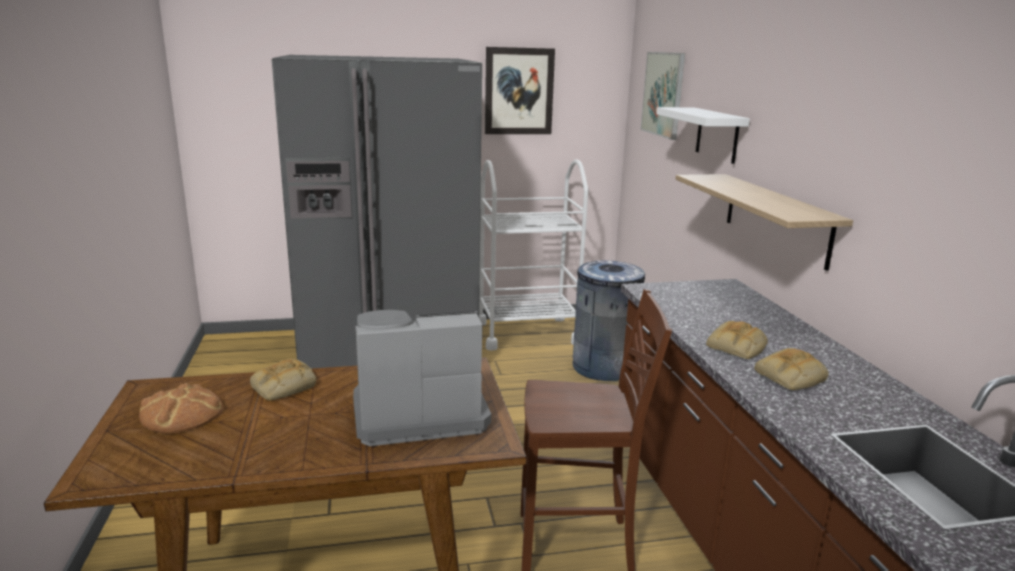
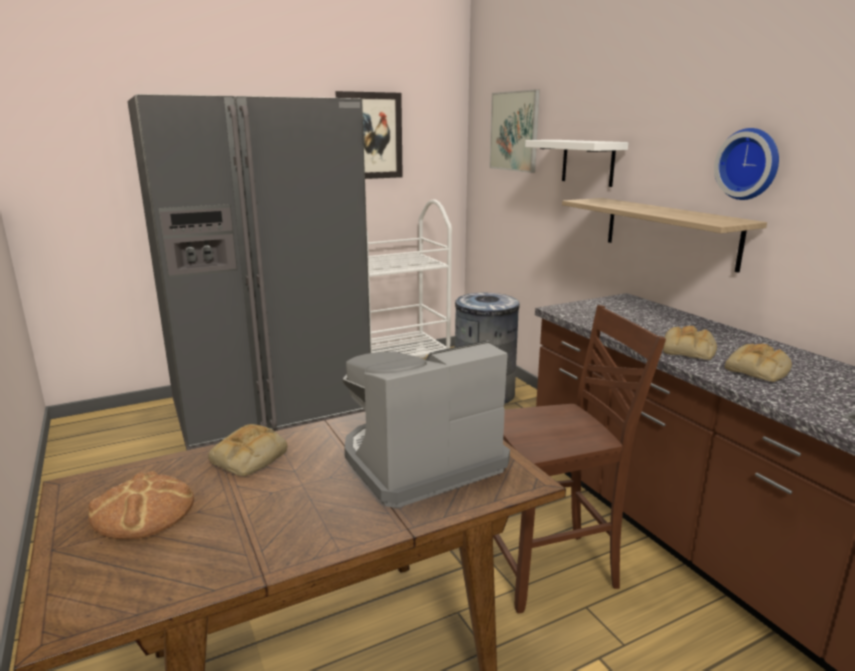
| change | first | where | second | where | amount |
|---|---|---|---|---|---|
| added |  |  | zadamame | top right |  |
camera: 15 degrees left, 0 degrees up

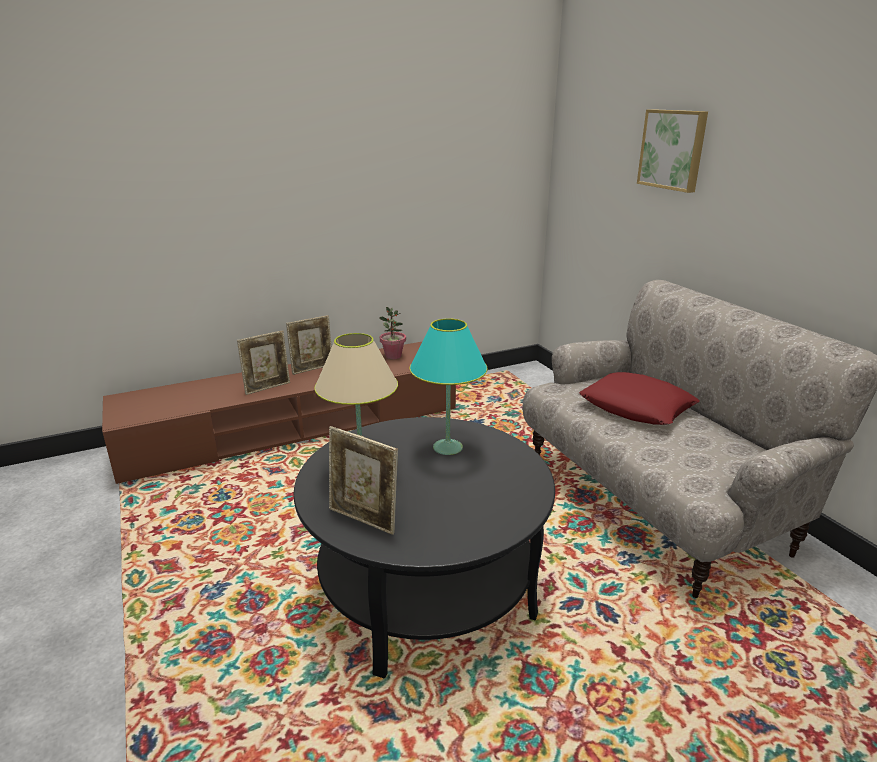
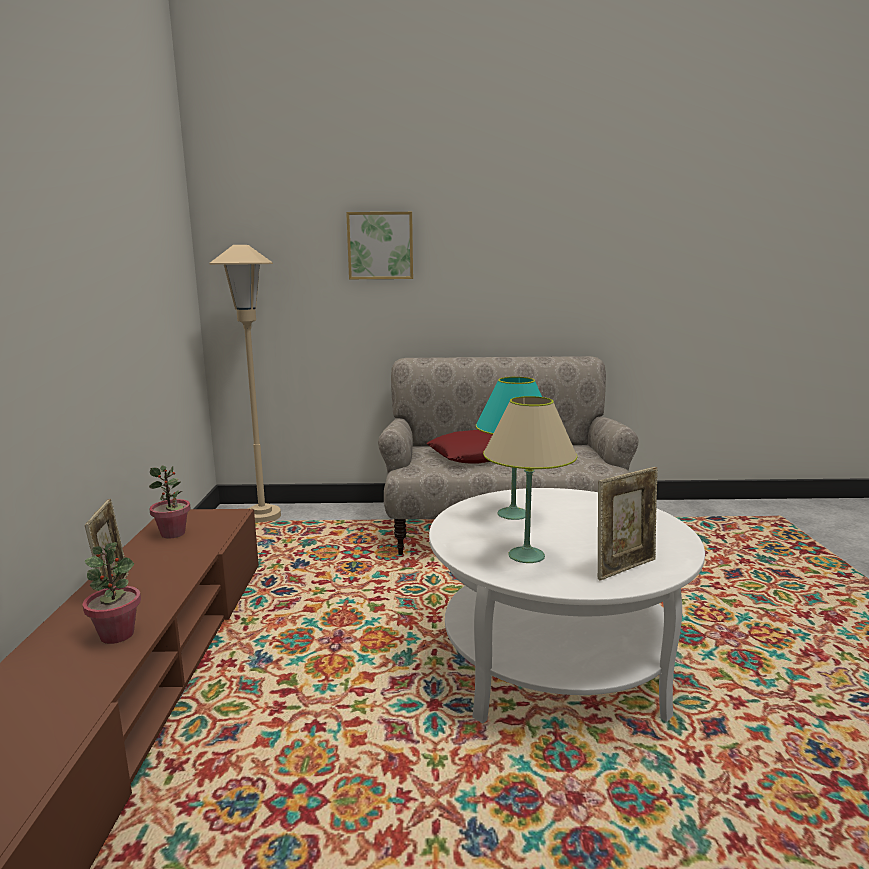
| change | first | where | second | where | amount |
|---|---|---|---|---|---|
| added |  |  | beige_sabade | middle left |  |
| replaced | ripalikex (1st from left) | middle left | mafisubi (1st from left) | bottom left |  |
| recoloured | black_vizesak | bottom centre | white_vizesak | bottom centre |  |
camera: 65 degrees left, 10 degrees down

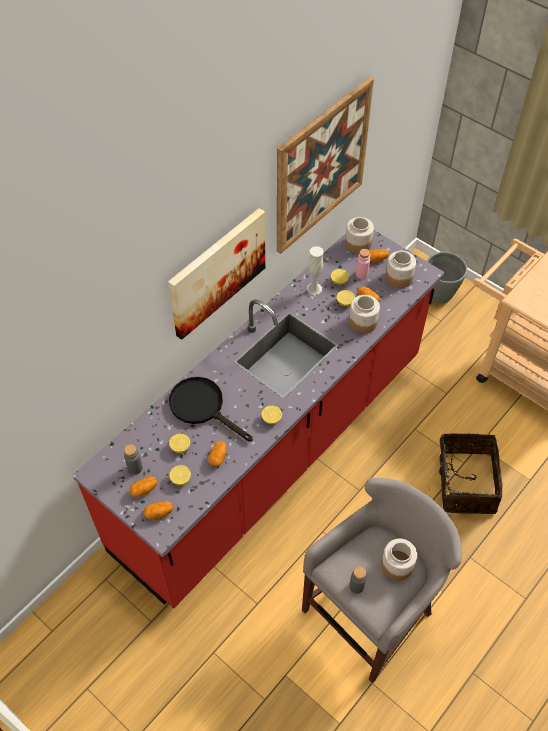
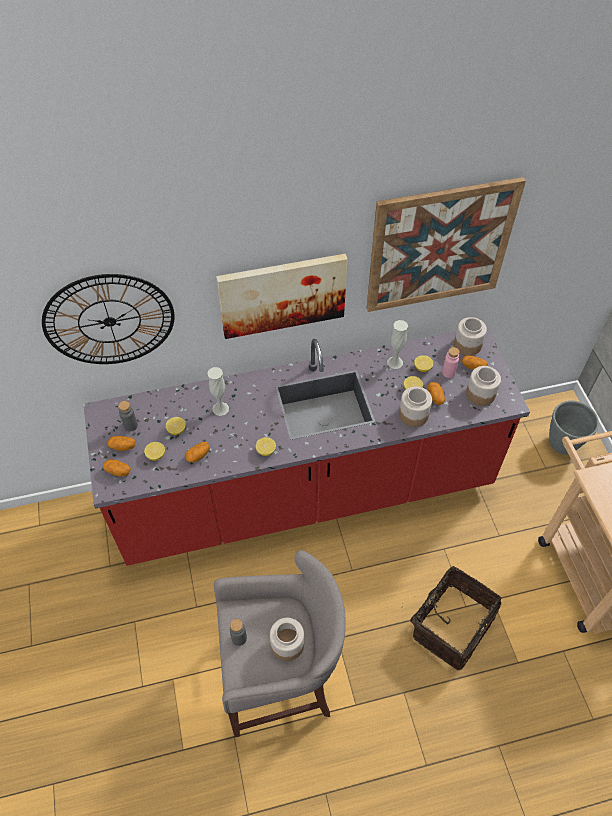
| change | first | where | second | where | amount |
|---|---|---|---|---|---|
| added |  |  | zadamame | middle left |  |
| replaced | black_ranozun | centre | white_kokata (1st from left) | centre |  |
camera: 35 degrees right, 0 degrees up

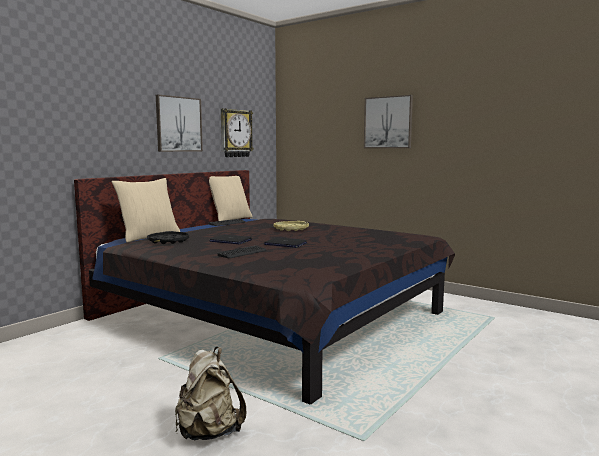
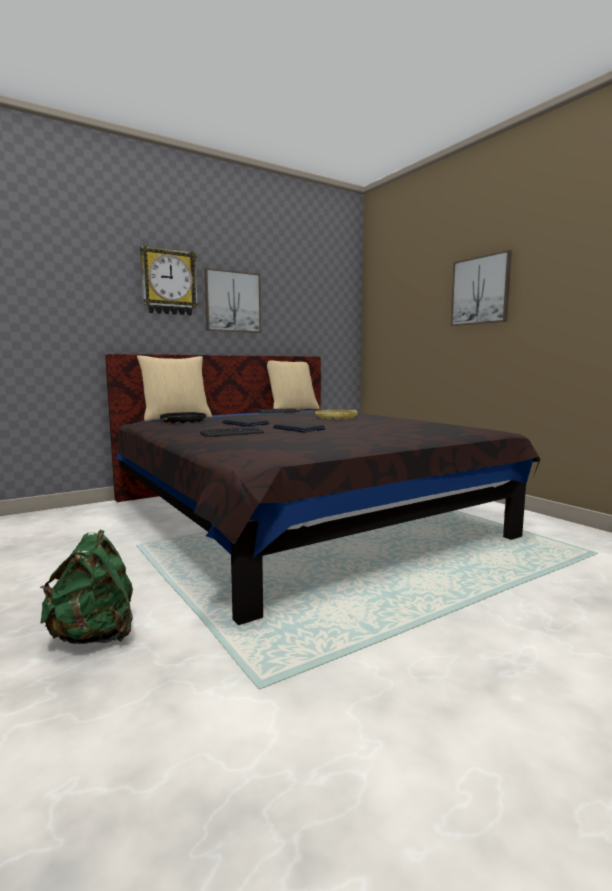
| change | first | where | second | where | amount |
|---|---|---|---|---|---|
| moved | zadamame | top centre |  | top left |  |
| recoloured | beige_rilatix | bottom centre | green_rilatix | middle left |  |
camera: 20 degrees right, 0 degrees up

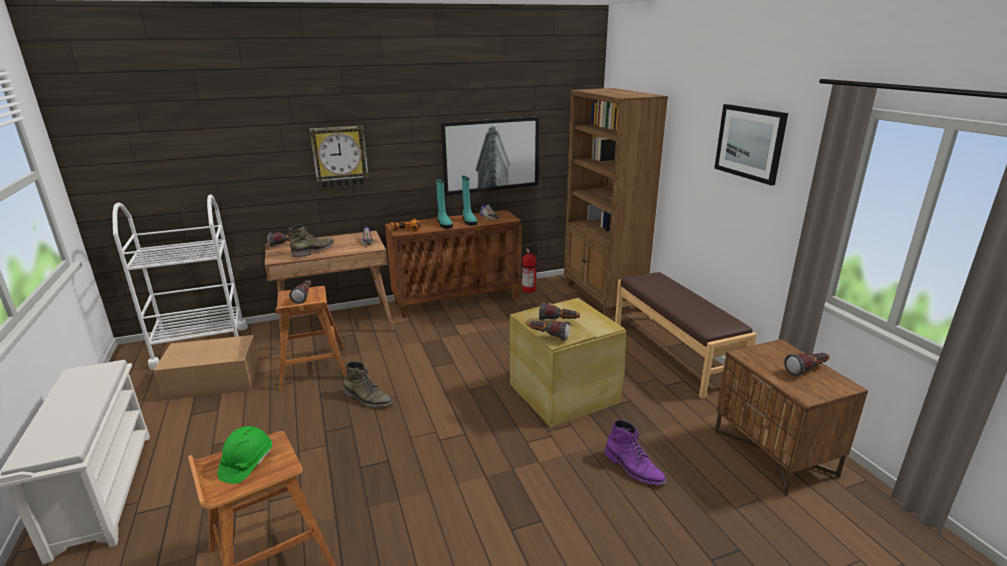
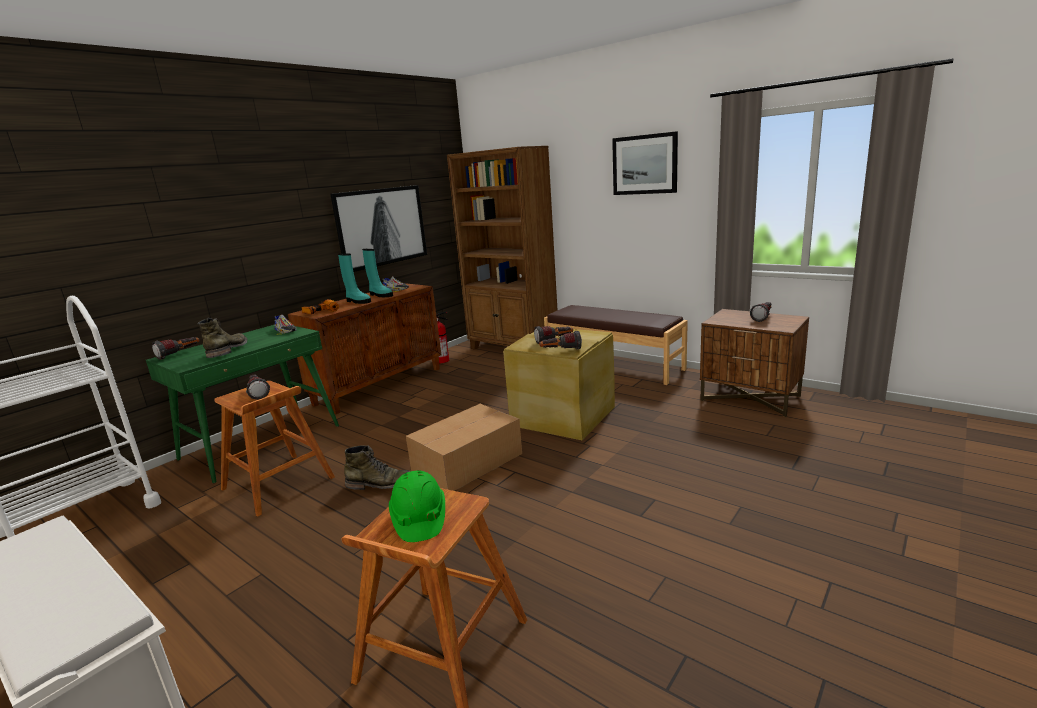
| change | first | where | second | where | amount |
|---|---|---|---|---|---|
| removed | zadamame | top centre |  |  |  |
| removed | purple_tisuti | bottom centre |  |  |  |
| moved | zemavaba | middle left |  | centre |  |
| recoloured | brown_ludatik | middle left | green_ludatik | middle left |  |
camera: 30 degrees left, 5 degrees down

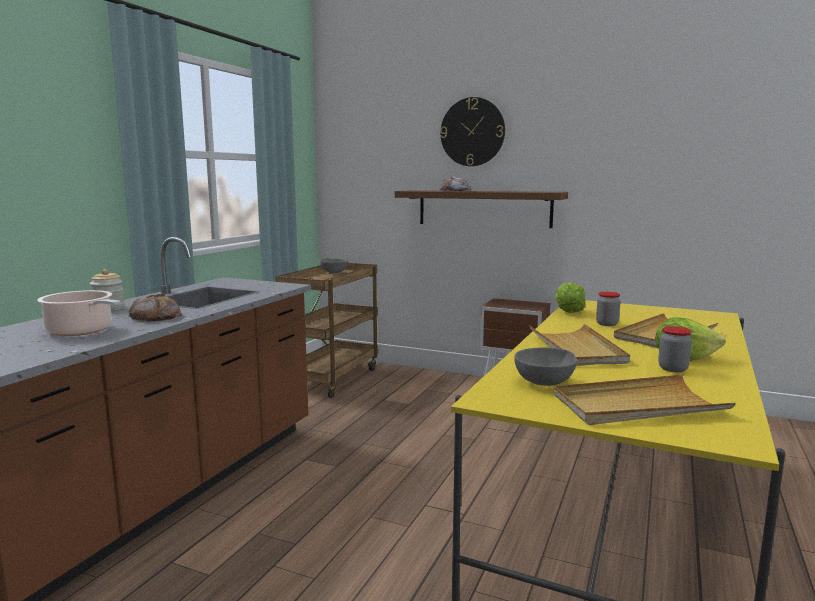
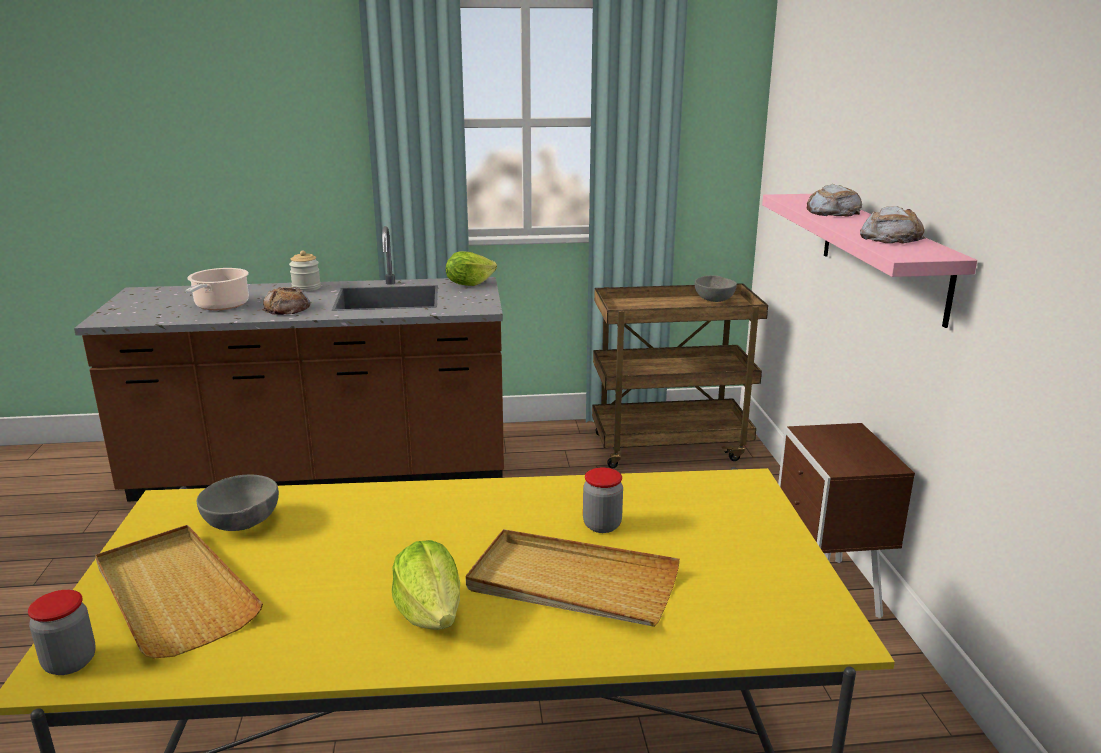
| change | first | where | second | where | amount |
|---|---|---|---|---|---|
| removed | zadamame | top centre |  |  |  |
| removed | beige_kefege (1st from left) | middle right |  |  |  |
| added |  |  | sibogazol (3rd from left) | top right |  |
| moved | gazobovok (1st from left in the first image) | middle right | gazobovok (2nd from left) | centre |  |
| moved | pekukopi (3rd from left in the first image) | middle right | pekukopi (1st from left) | bottom left |  |
| recoloured | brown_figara | centre | pink_figara | middle right |  |
camera: 60 degrees right, 10 degrees up

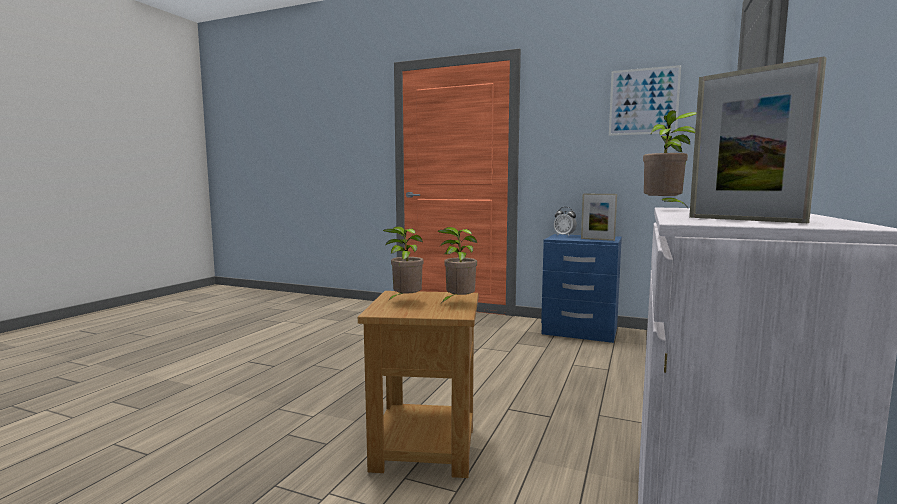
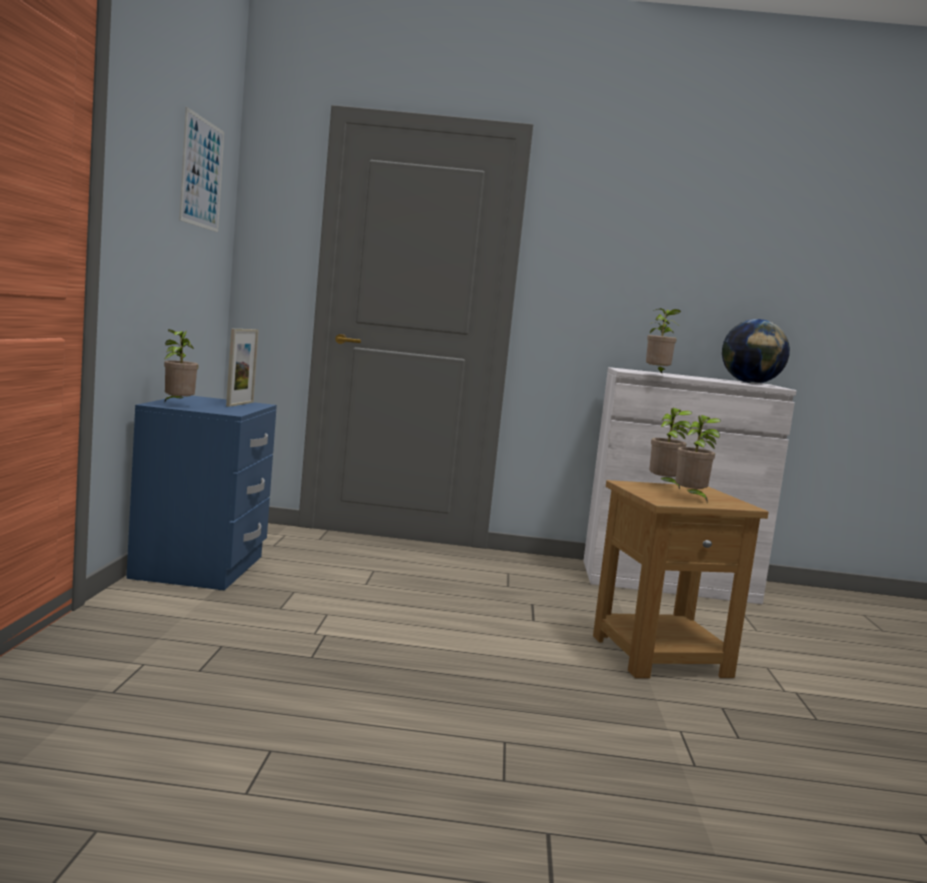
| change | first | where | second | where | amount |
|---|---|---|---|---|---|
| replaced | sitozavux | centre | mafisubi (1st from left) | middle left |  |
| replaced | ripalikex (2nd from left) | top right | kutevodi | middle right |  |
camera: 110 degrees left, 0 degrees up

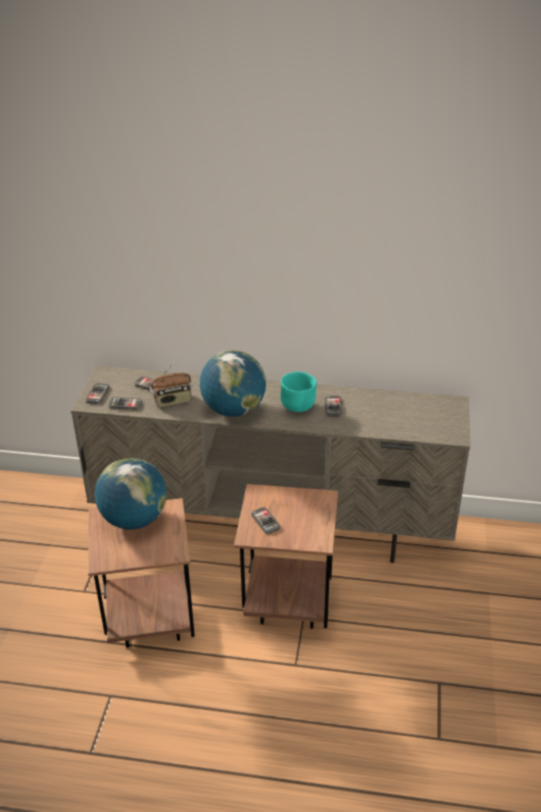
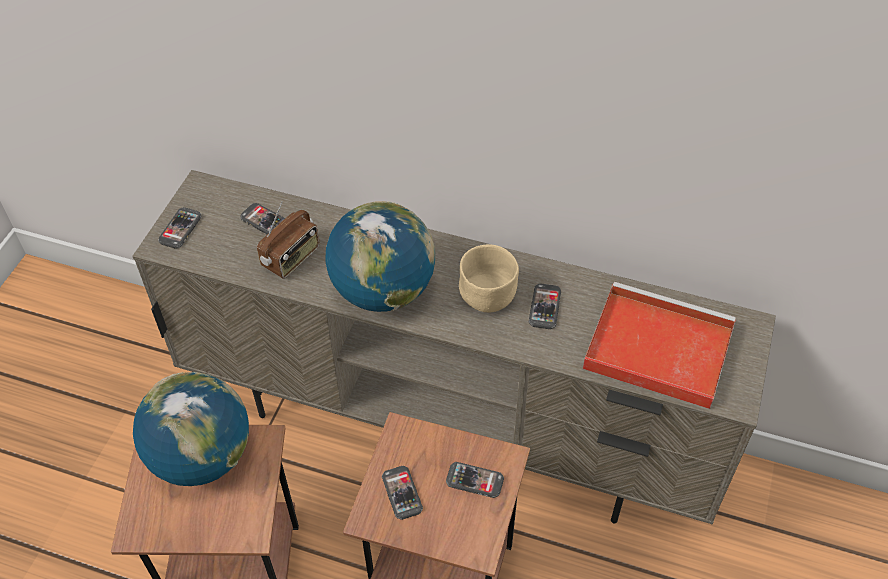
| change | first | where | second | where | amount |
|---|---|---|---|---|---|
| added |  |  | red_kefege | middle right |  |
| moved | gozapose (2nd from left in the first image) | middle left | gozapose (4th from left) | bottom centre |  |
| recoloured | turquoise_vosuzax | centre | beige_vosuzax | centre |  |
| turned | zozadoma | middle left |  | middle left | 45 degrees counterclockwise |
camera: 10 degrees right, 15 degrees up

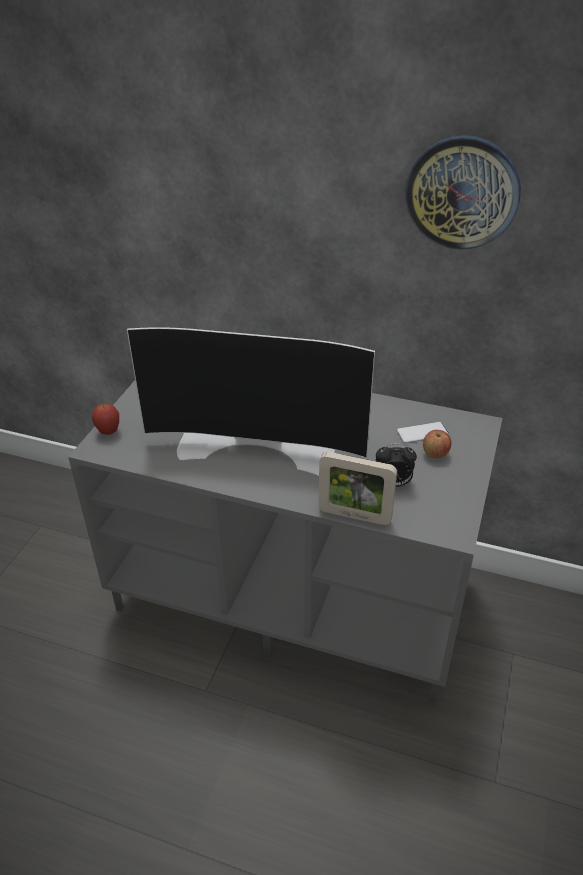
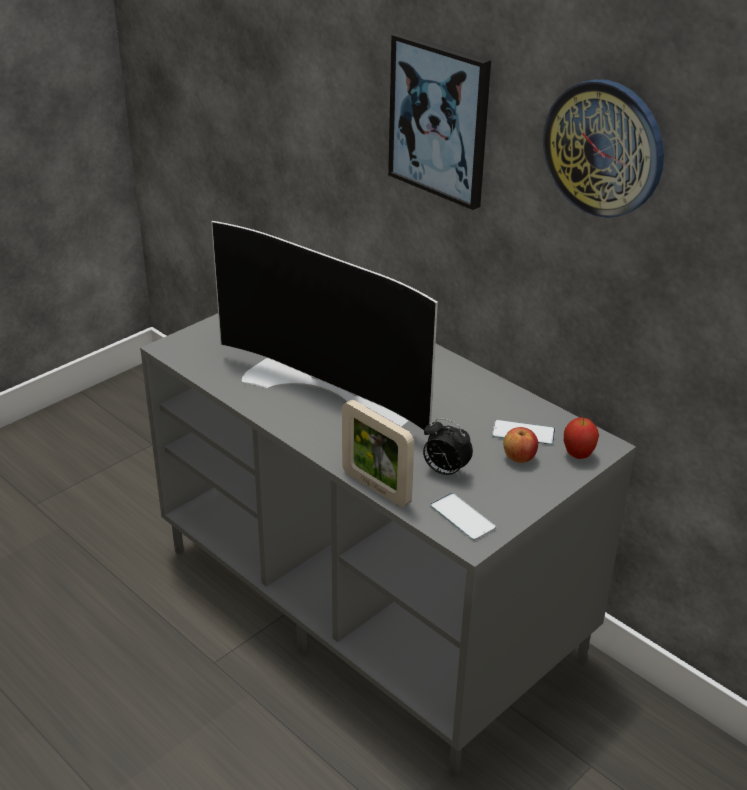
| change | first | where | second | where | amount |
|---|---|---|---|---|---|
| added |  |  | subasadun | top centre |  |
| added |  |  | gozapose (1st from left) | centre |  |
| moved | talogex (1st from left in the first image) | middle left | talogex (2nd from left) | middle right |  |
camera: 25 degrees right, 5 degrees down

